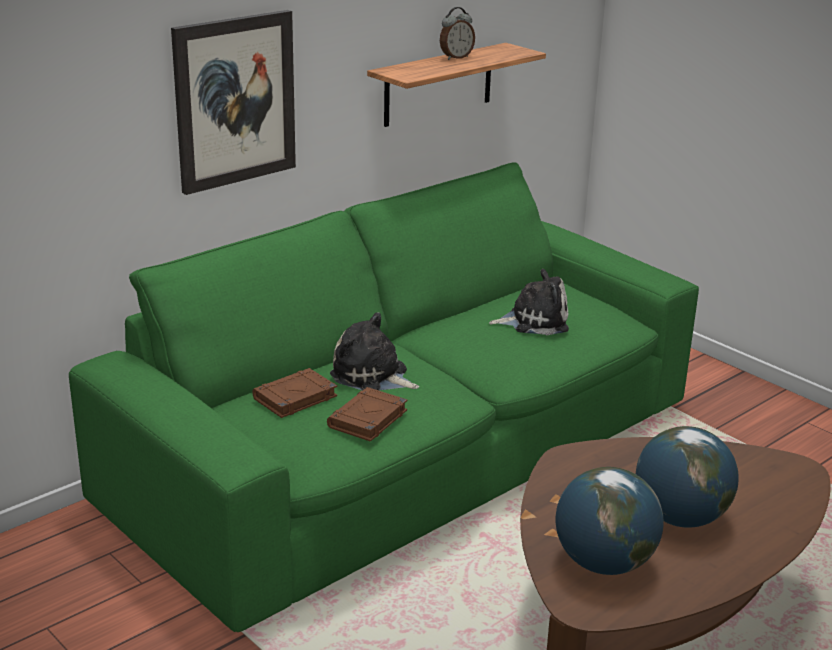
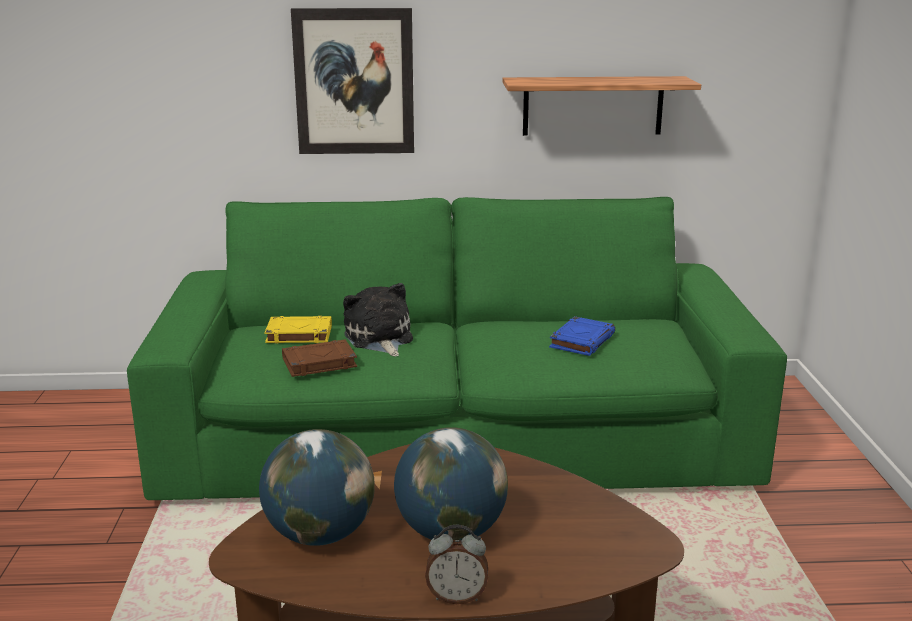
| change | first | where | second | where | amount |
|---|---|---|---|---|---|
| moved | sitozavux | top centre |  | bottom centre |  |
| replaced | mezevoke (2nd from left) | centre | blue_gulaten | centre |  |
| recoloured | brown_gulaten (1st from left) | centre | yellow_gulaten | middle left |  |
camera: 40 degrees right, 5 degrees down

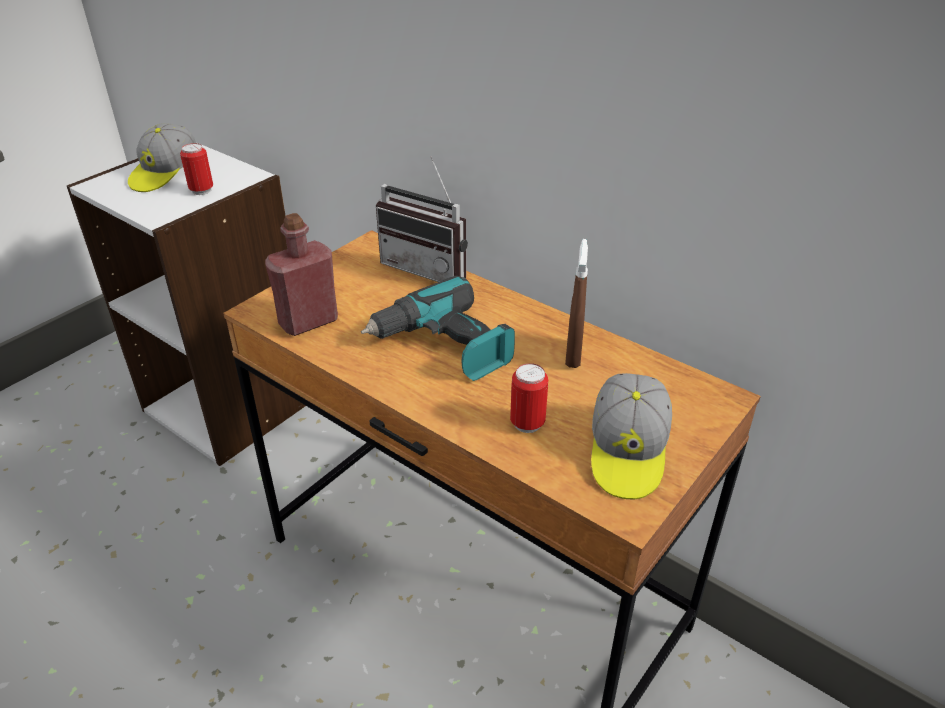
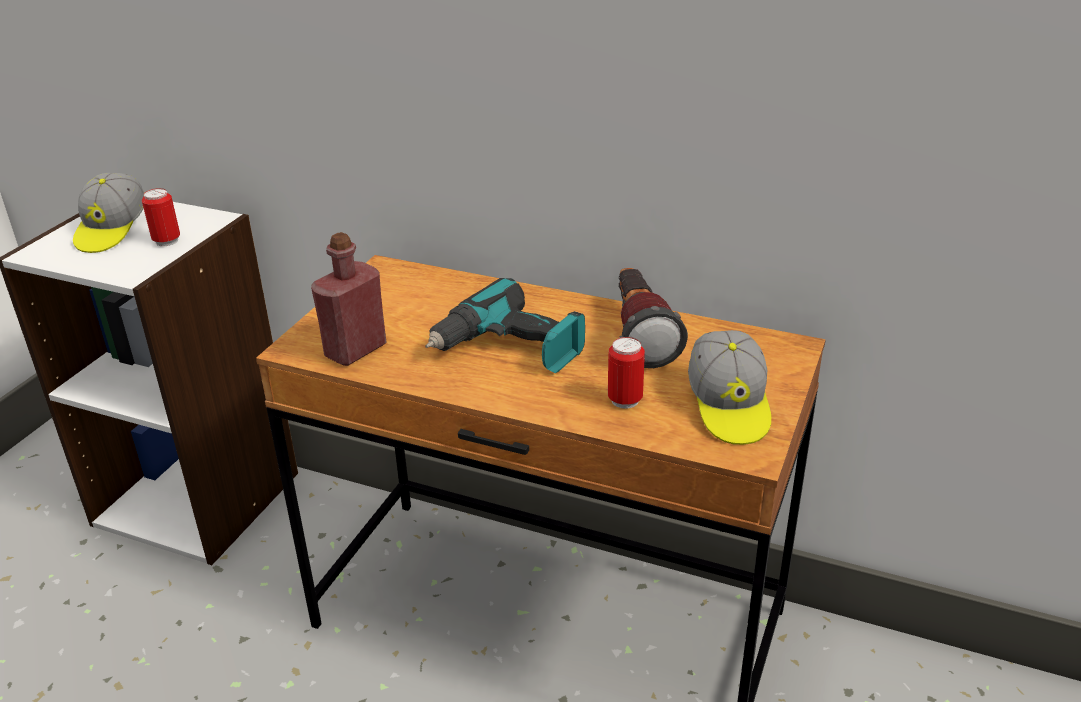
| change | first | where | second | where | amount |
|---|---|---|---|---|---|
| removed | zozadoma | top centre |  |  |  |
| replaced | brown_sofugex | centre | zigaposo | centre |  |
camera: 15 degrees left, 5 degrees down

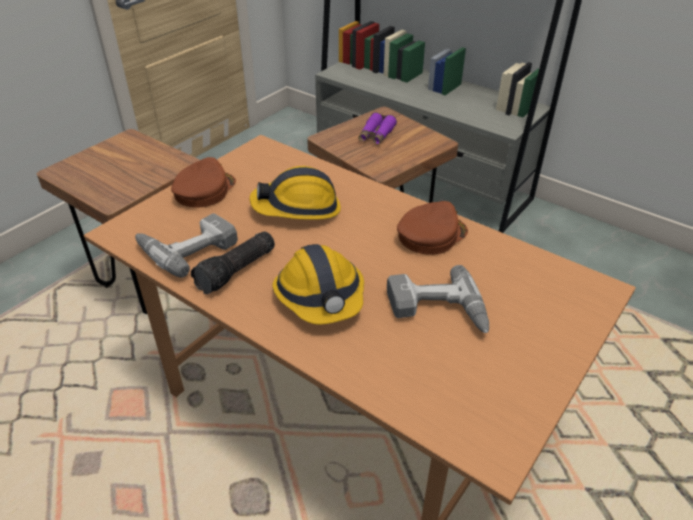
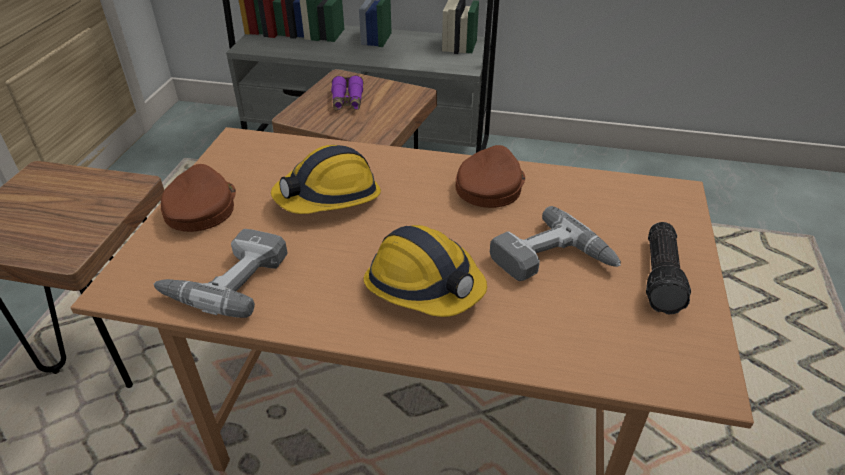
| change | first | where | second | where | amount |
|---|---|---|---|---|---|
| moved | zigaposo | centre |  | middle right |  |
camera: 25 degrees left, 0 degrees up

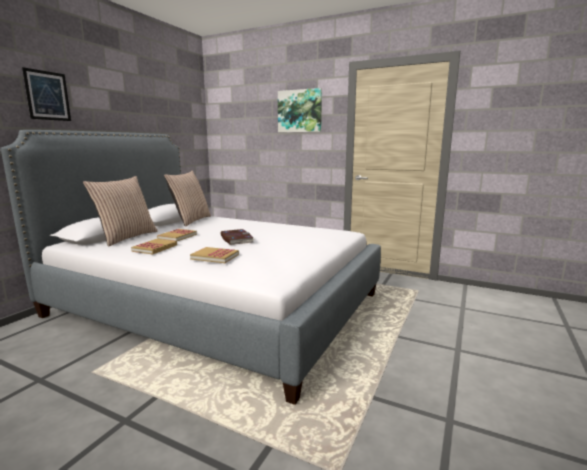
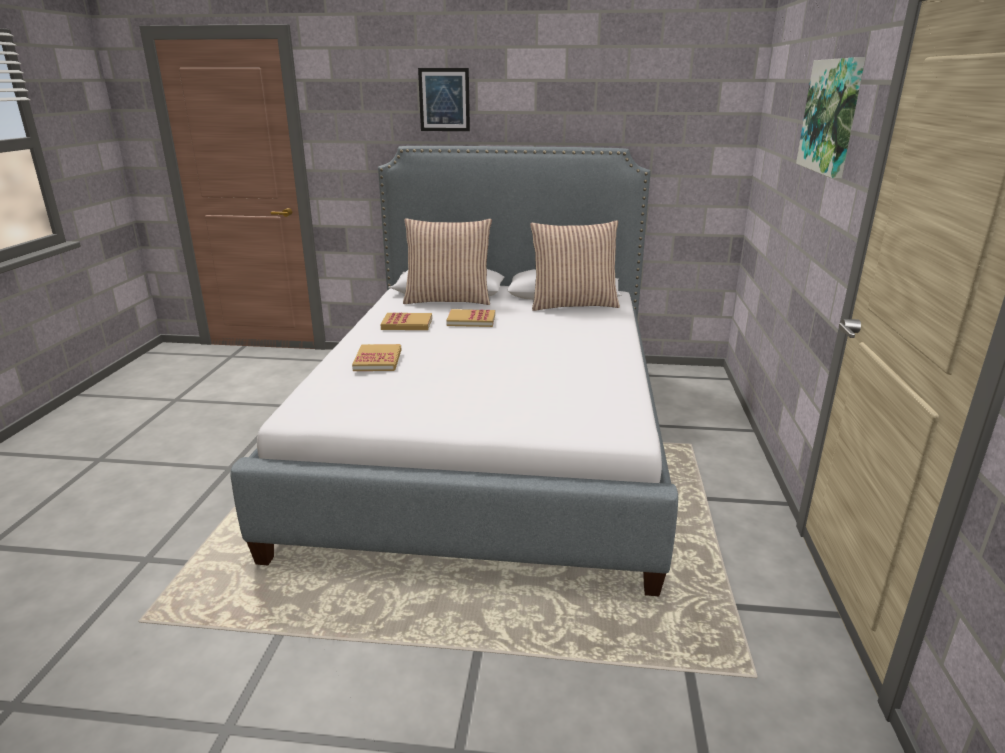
| change | first | where | second | where | amount |
|---|---|---|---|---|---|
| removed | gulaten (4th from left) | centre |  |  |  |
camera: 70 degrees right, 10 degrees up

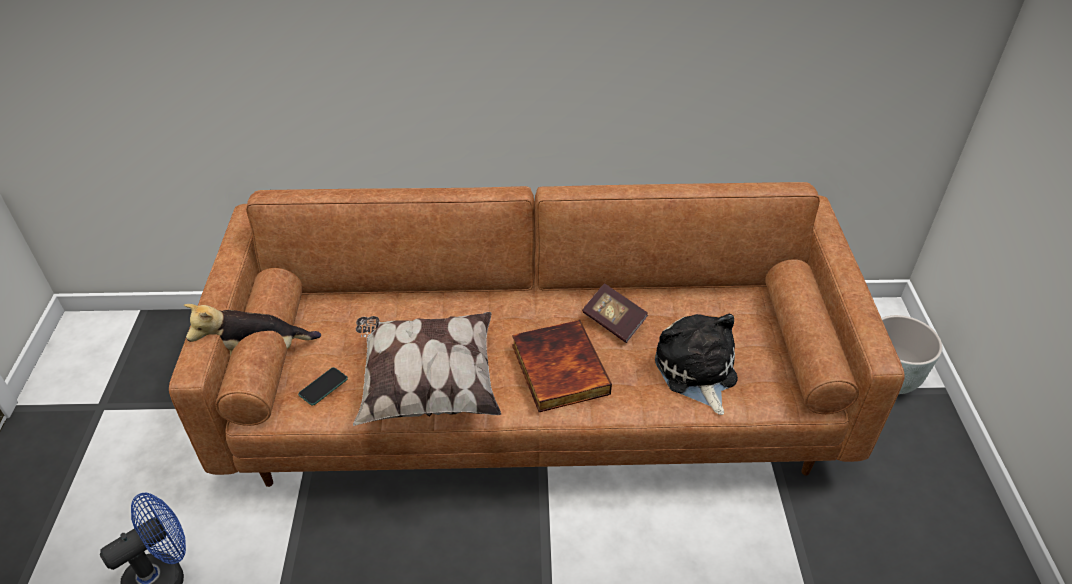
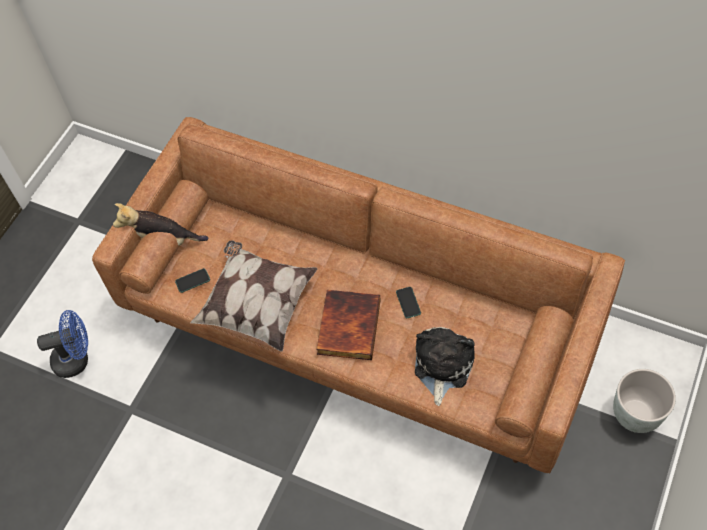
| change | first | where | second | where | amount |
|---|---|---|---|---|---|
| replaced | gulaten (2nd from left) | centre | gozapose (2nd from left) | centre |  |
camera: 30 degrees right, 15 degrees up

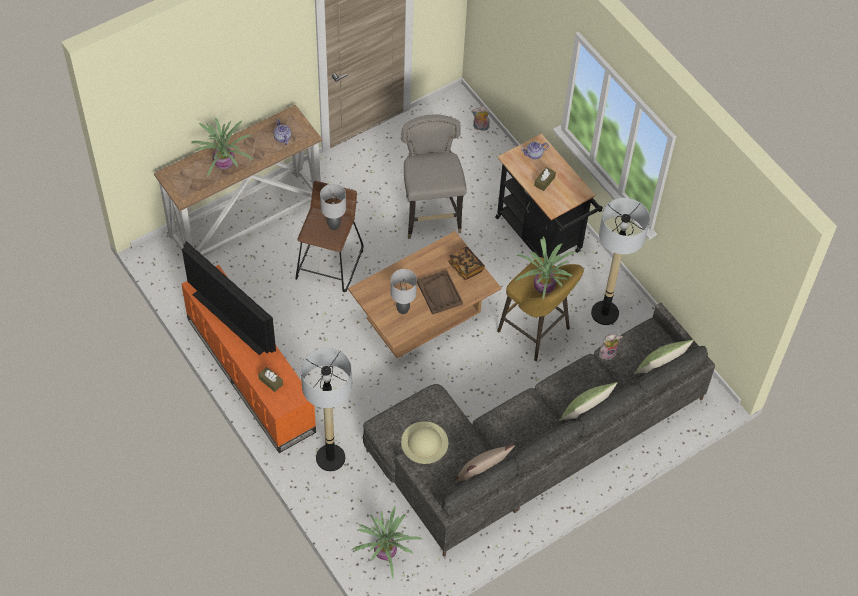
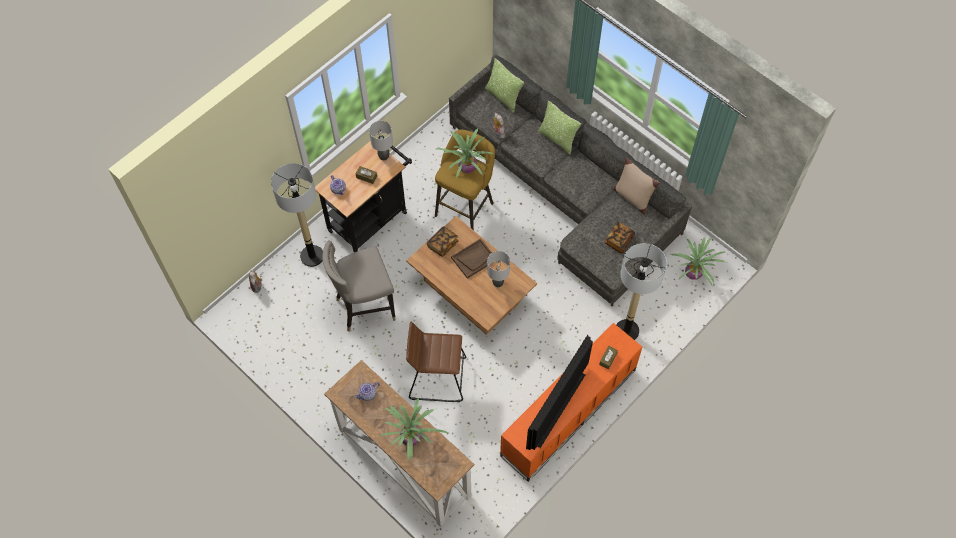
| change | first | where | second | where | amount |
|---|---|---|---|---|---|
| moved | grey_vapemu (1st from left) | centre |  | top centre |  |
| moved | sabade (2nd from left in the first image) | middle right | sabade (1st from left) | middle left |  |
| replaced | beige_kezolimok | bottom centre | gulaten (2nd from left) | centre |  |
camera: 100 degrees left, 5 degrees up

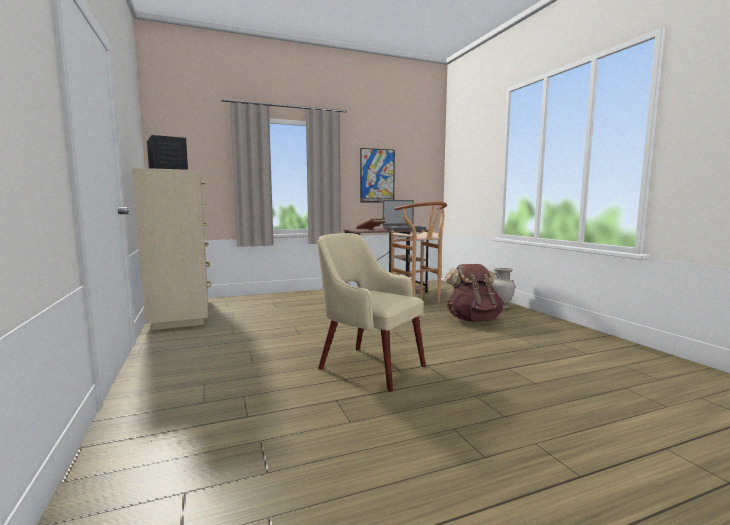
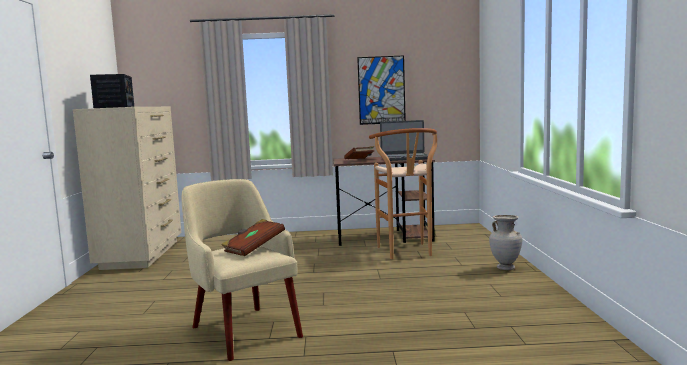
| change | first | where | second | where | amount |
|---|---|---|---|---|---|
| removed | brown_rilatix | centre |  |  |  |
| added |  |  | brown_gulaten (1st from left) | centre |  |
camera: 20 degrees right, 0 degrees up

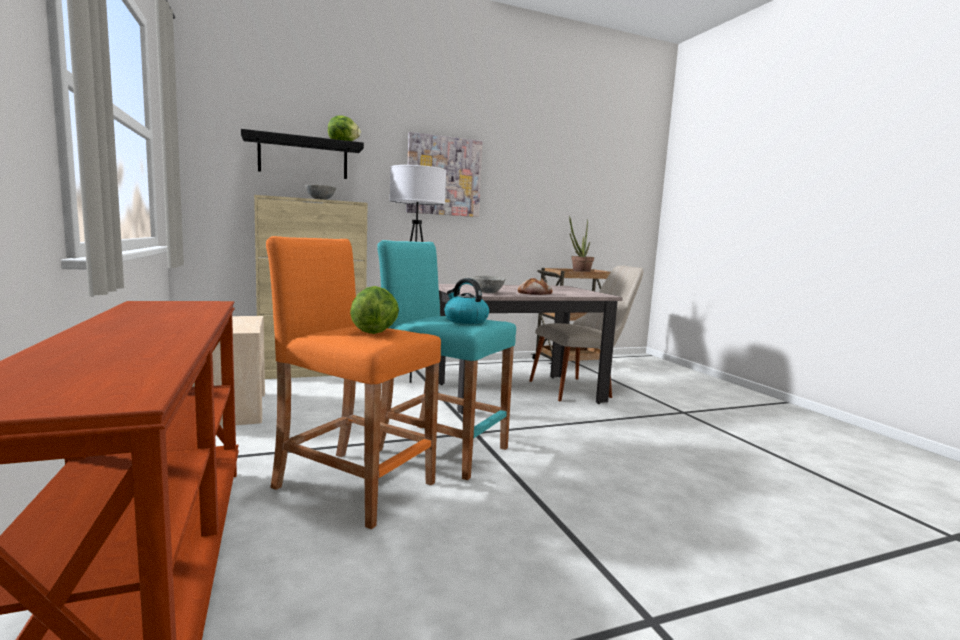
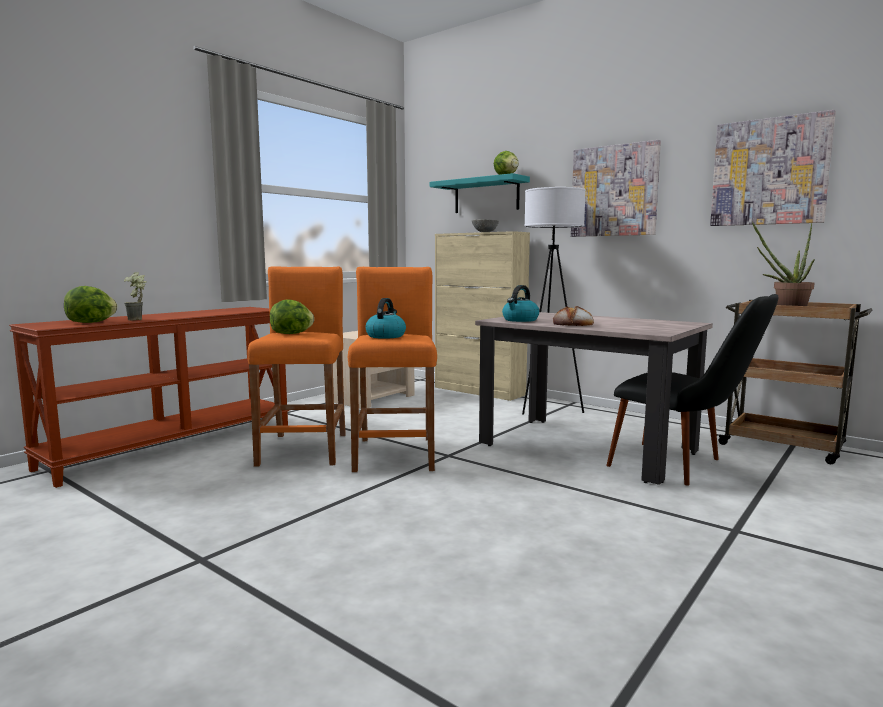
| change | first | where | second | where | amount |
|---|---|---|---|---|---|
| added |  |  | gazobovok (1st from left) | middle left |  |
| added |  |  | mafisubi (1st from left) | middle left |  |
| added |  |  | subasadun (2nd from left) | top right |  |
| replaced | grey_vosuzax (2nd from left) | centre | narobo (2nd from left) | centre |  |
| recoloured | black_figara | top left | turquoise_figara | top centre |  |
| recoloured | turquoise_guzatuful | centre | orange_guzatuful (2nd from left) | centre |  |
| recoloured | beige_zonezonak | centre | black_zonezonak | middle right |  |
camera: 60 degrees right, 0 degrees up

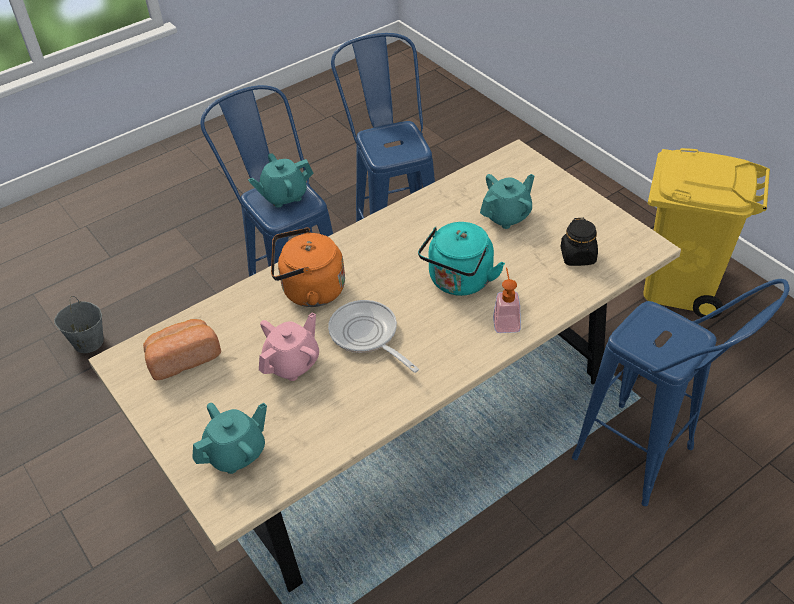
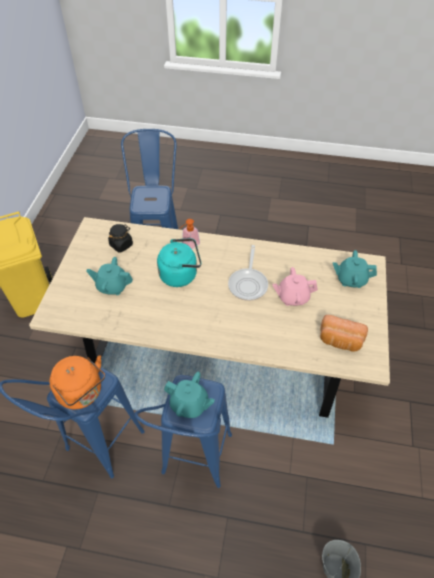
| change | first | where | second | where | amount |
|---|---|---|---|---|---|
| moved | orange_narobo | centre |  | middle left |  |
camera: 135 degrees left, 5 degrees up

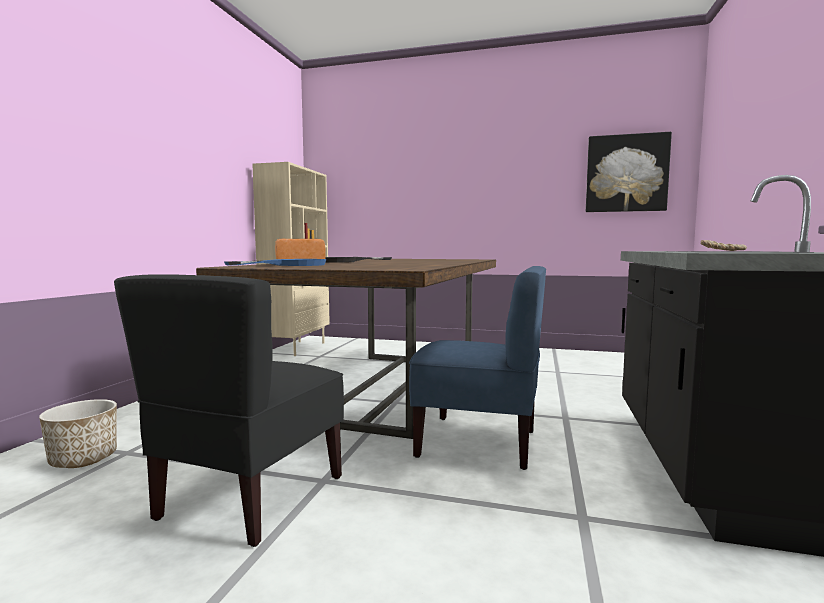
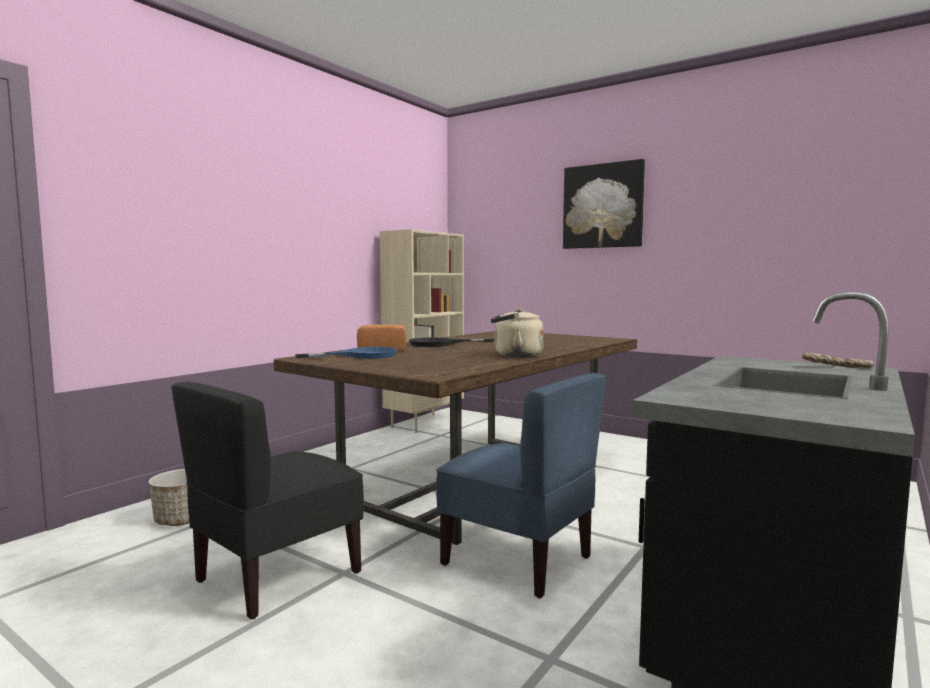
| change | first | where | second | where | amount |
|---|---|---|---|---|---|
| added |  |  | beige_narobo | centre |  |
| moved | subasadun | top right |  | top centre |  |
camera: 20 degrees right, 0 degrees up

